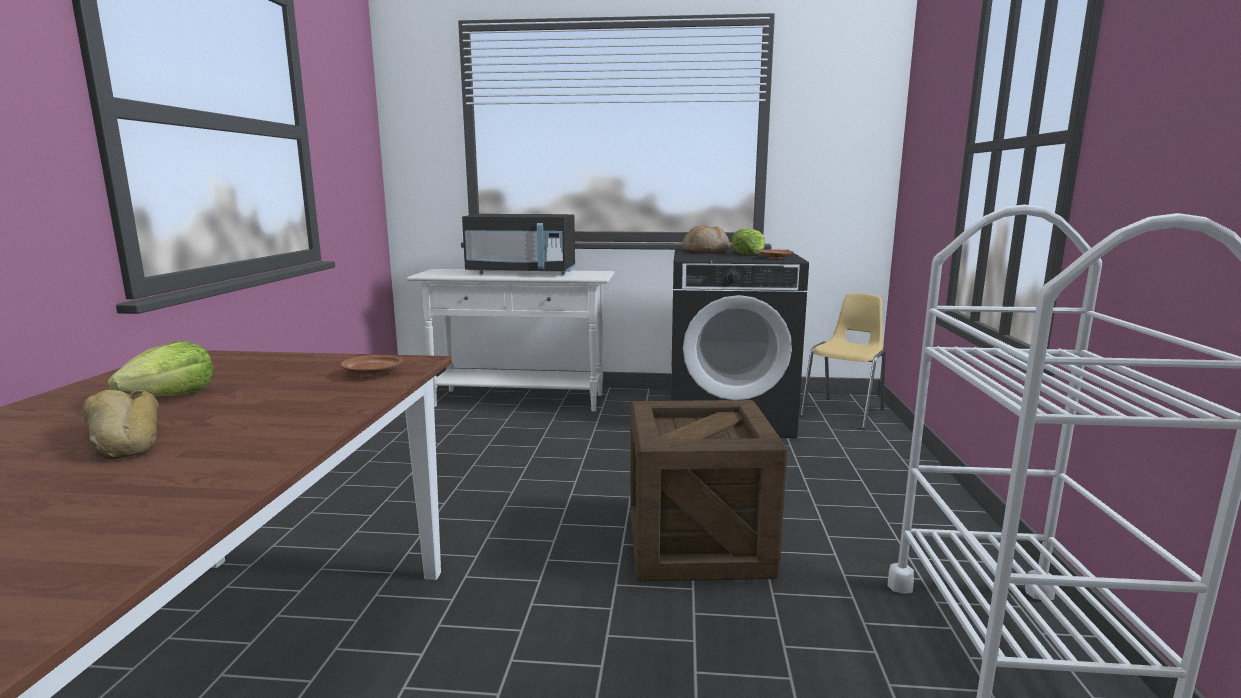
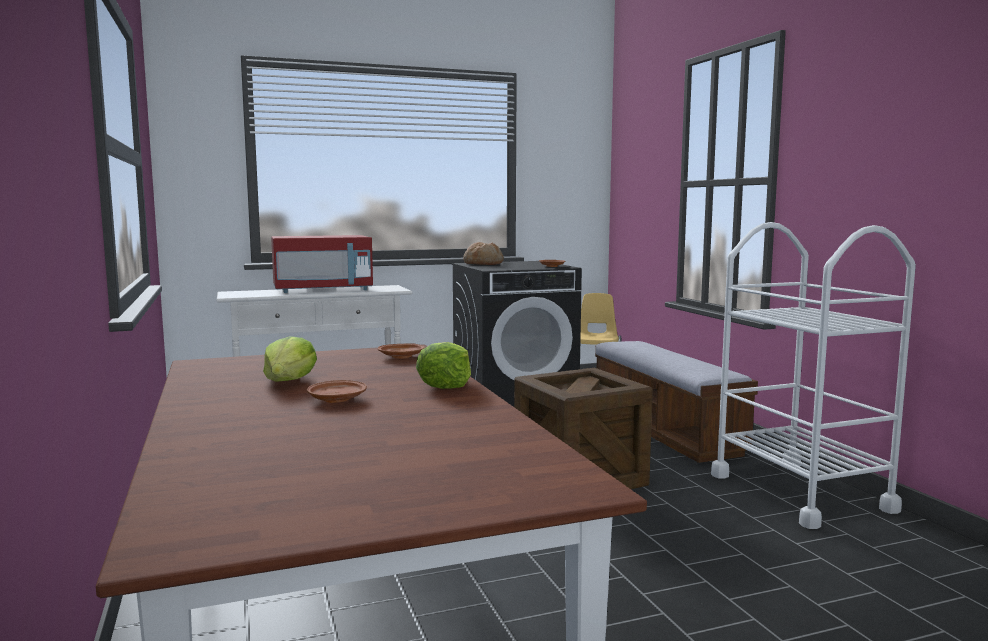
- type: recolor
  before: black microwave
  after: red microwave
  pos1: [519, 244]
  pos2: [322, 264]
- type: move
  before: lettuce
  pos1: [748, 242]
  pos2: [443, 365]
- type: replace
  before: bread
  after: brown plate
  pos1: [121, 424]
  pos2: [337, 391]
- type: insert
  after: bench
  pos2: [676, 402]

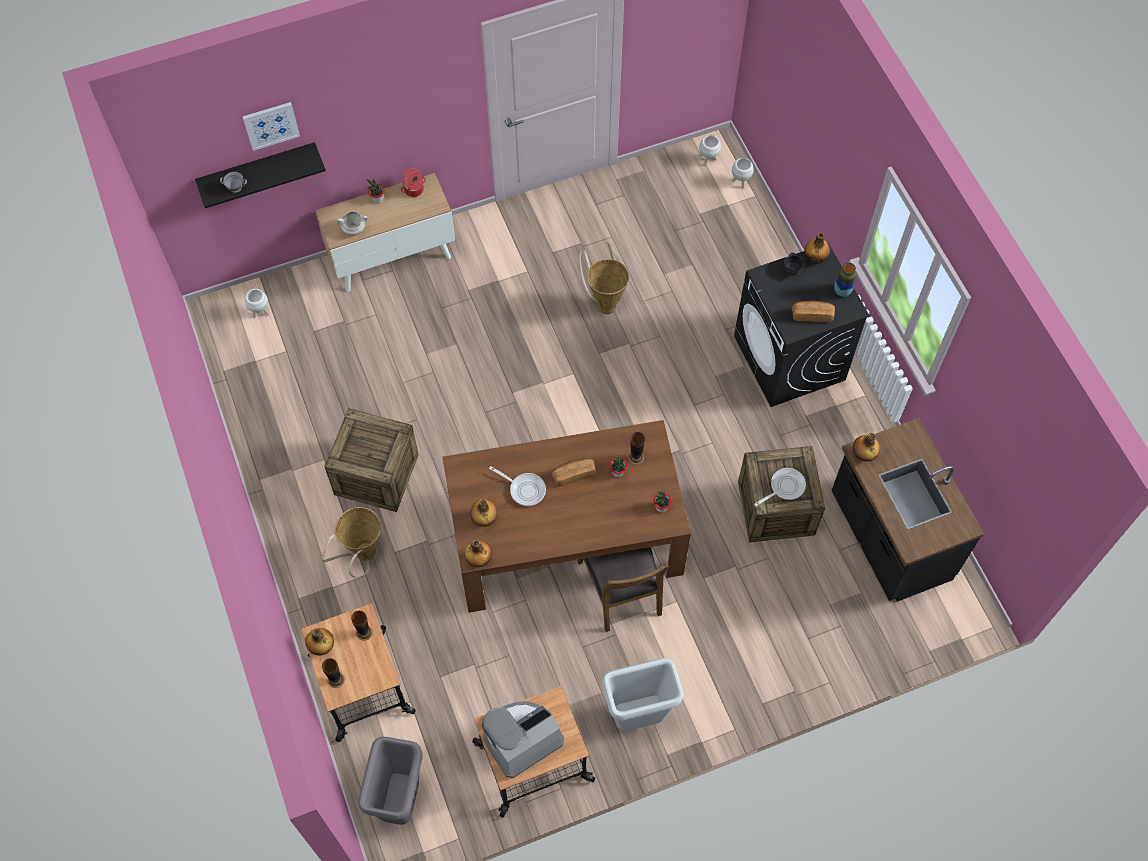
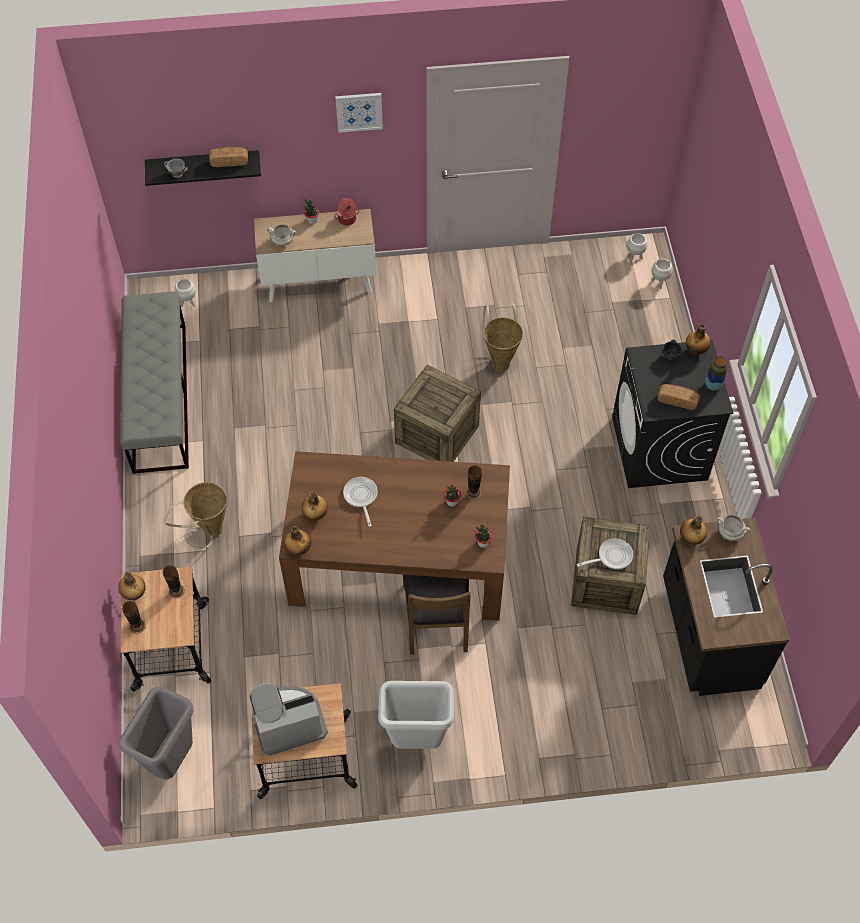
- type: move
  before: picture
  pos1: [271, 126]
  pos2: [359, 113]
- type: move
  before: crate
  pos1: [371, 460]
  pos2: [437, 413]
- type: move
  before: bread
  pos1: [574, 472]
  pos2: [228, 157]
- type: rotate
  before: frying pan
  pos1: [517, 486]
  pos2: [360, 502]
  turn: -150
- type: insert
  after: grey bench
  pos2: [154, 382]
- type: insert
  after: white cooking pot
  pos2: [733, 528]

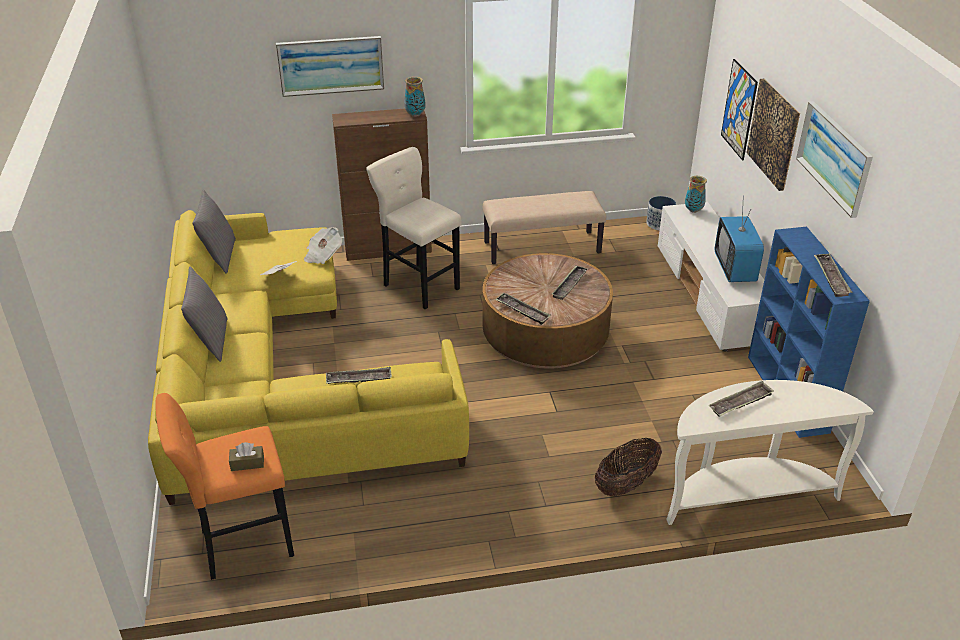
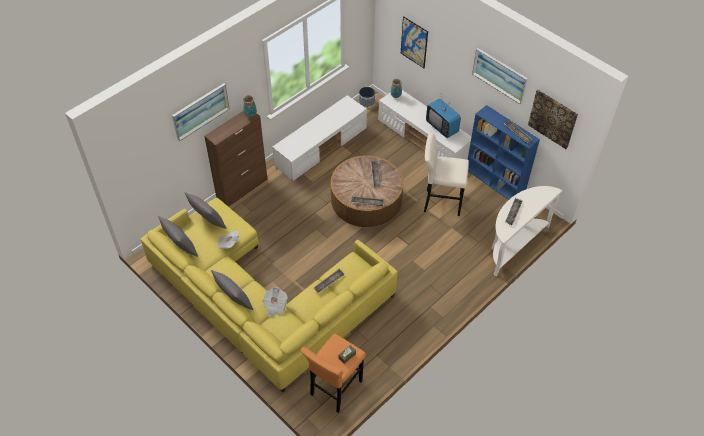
- type: move
  before: picture
  pos1: [773, 135]
  pos2: [553, 119]
- type: move
  before: beige stool
  pos1: [414, 228]
  pos2: [446, 174]
- type: replace
  before: beige bench
  after: white tv stand
  pos1: [544, 227]
  pos2: [319, 138]
- type: move
  before: newspaper
  pos1: [323, 245]
  pos2: [275, 302]
- type: delete
  before: basket
  pos1: [628, 467]
- type: insert
  after: grey pillow
  pos2: [205, 210]

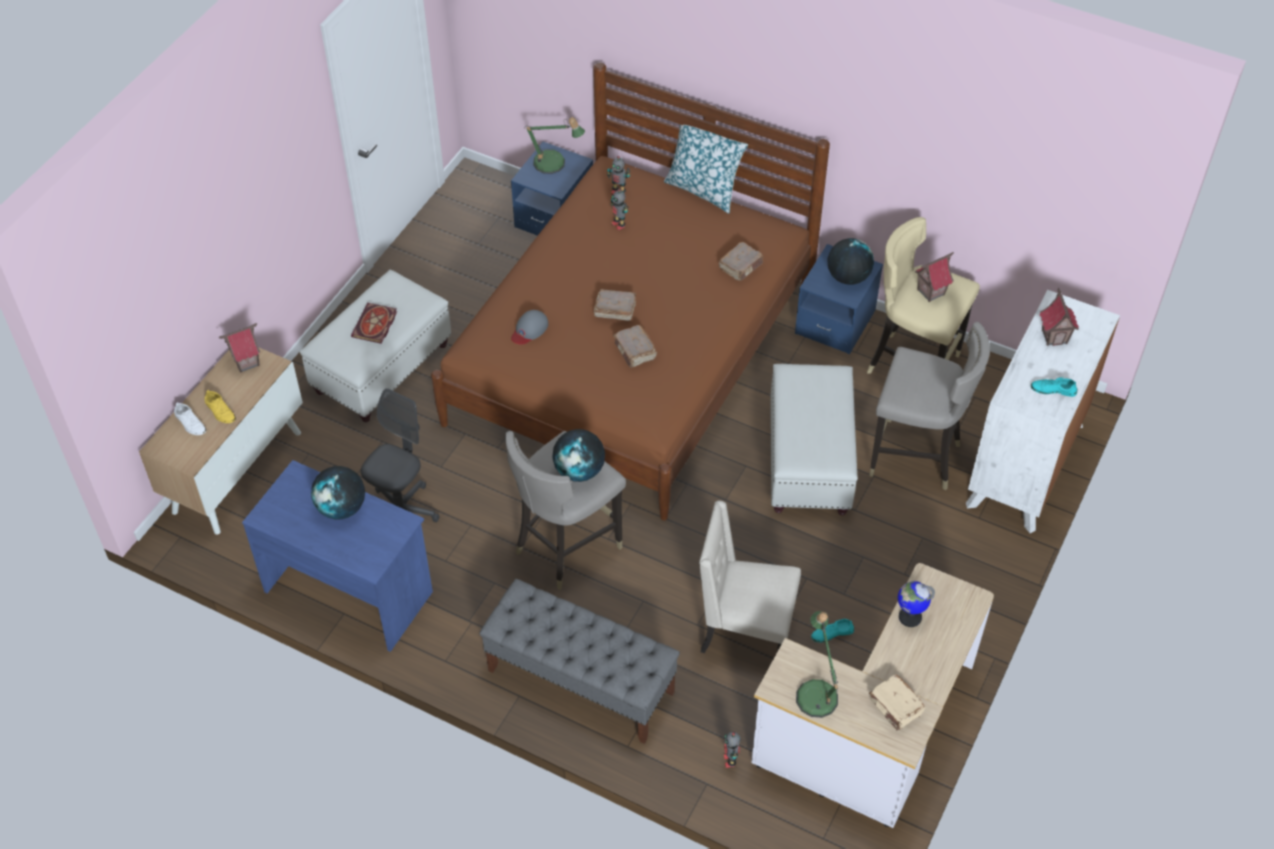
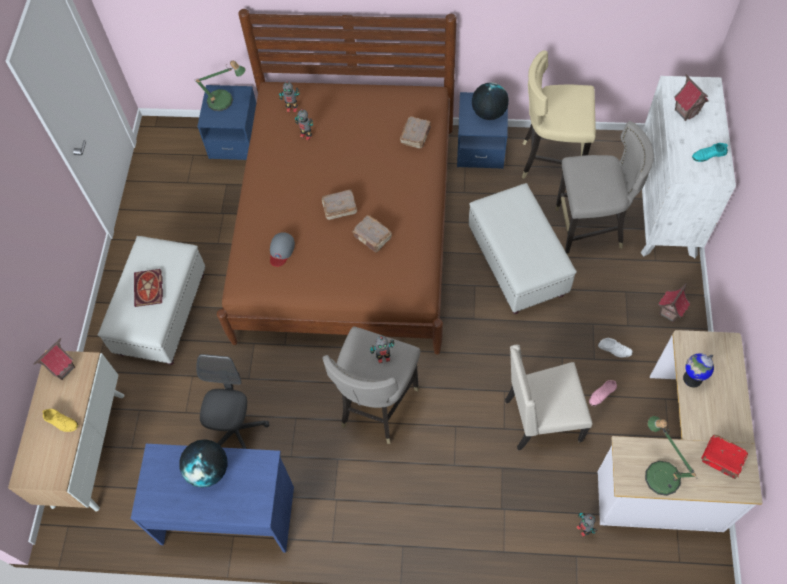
- type: delete
  before: pillow
  pos1: [706, 169]
- type: move
  before: toy house
  pos1: [934, 277]
  pos2: [674, 302]
- type: move
  before: white shoe
  pos1: [190, 418]
  pos2: [615, 348]
- type: replace
  before: globe
  after: toy robot
  pos1: [579, 455]
  pos2: [382, 349]
- type: delete
  before: grey bench
  pos1: [579, 661]
- type: recolor
  before: turquoise shoe
  after: pink shoe
  pos1: [832, 630]
  pos2: [603, 393]
- type: recolor
  before: beige book
  after: red book
  pos1: [897, 702]
  pos2: [724, 457]

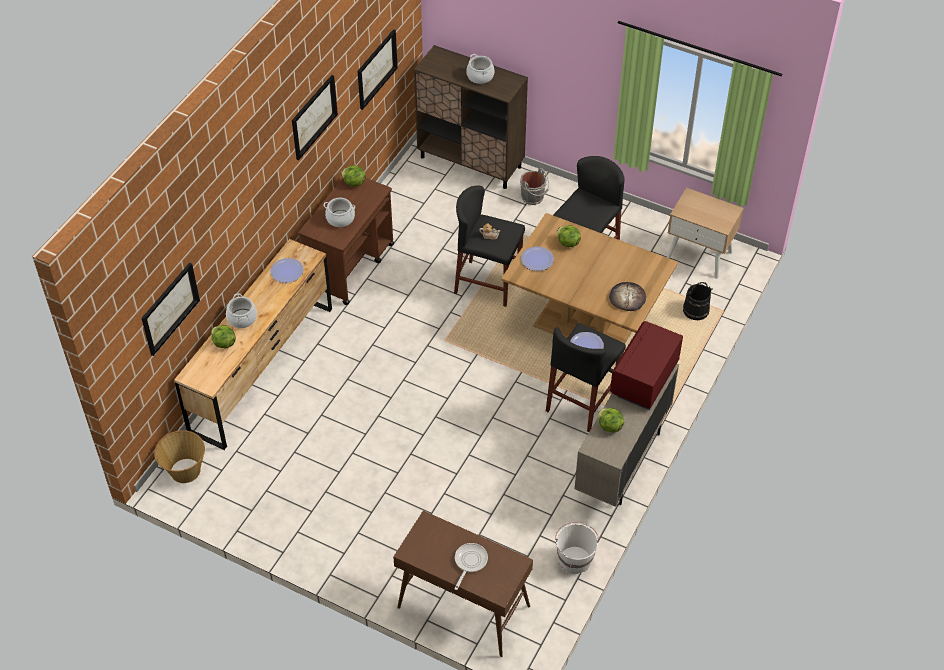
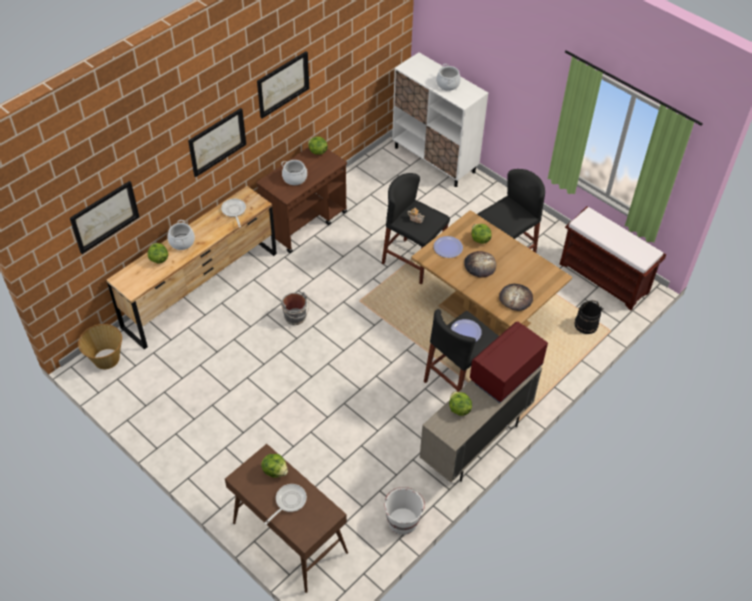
- type: move
  before: picture
  pos1: [378, 69]
  pos2: [217, 142]
- type: recolor
  before: brown cabinet
  after: white cabinet
  pos1: [471, 117]
  pos2: [440, 119]
- type: move
  before: grey bucket
  pos1: [534, 186]
  pos2: [295, 308]
- type: replace
  before: beige nightstand
  after: brown bench
  pos1: [705, 233]
  pos2: [613, 258]
- type: replace
  before: plate
  after: frying pan
  pos1: [287, 270]
  pos2: [233, 213]
- type: insert
  after: bread
  pos2: [480, 264]
- type: insert
  after: lettuce
  pos2: [274, 466]

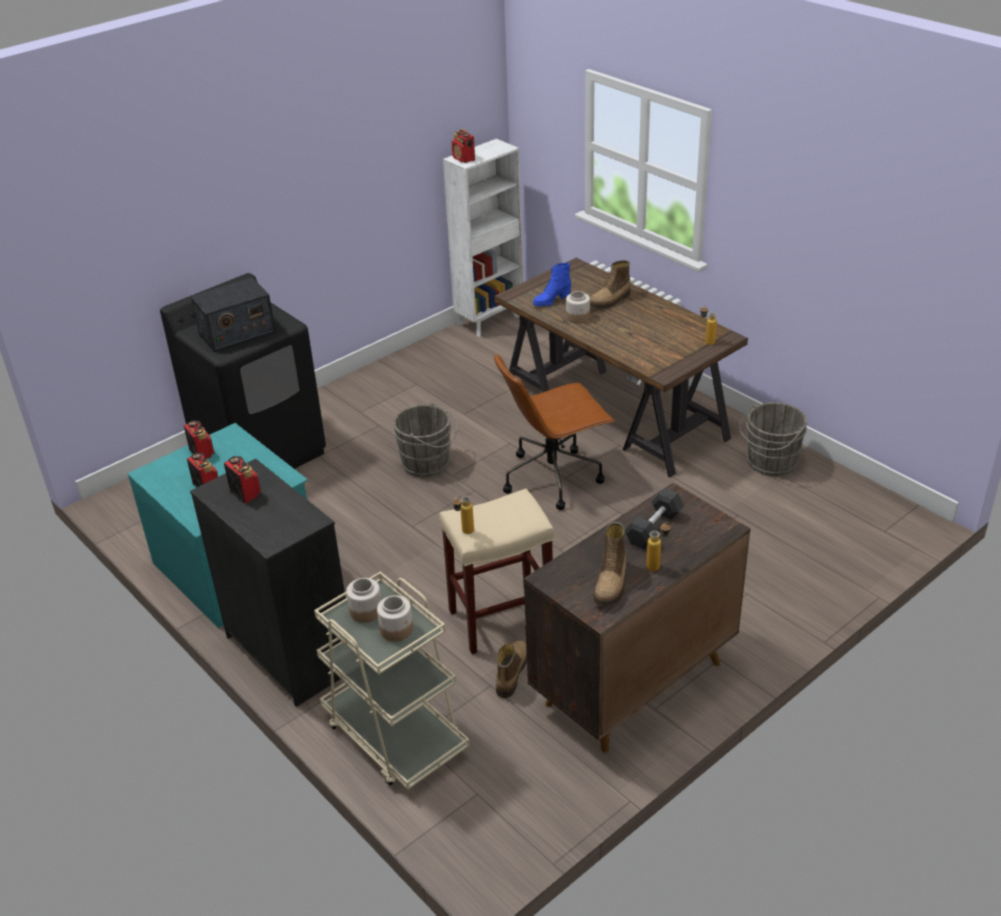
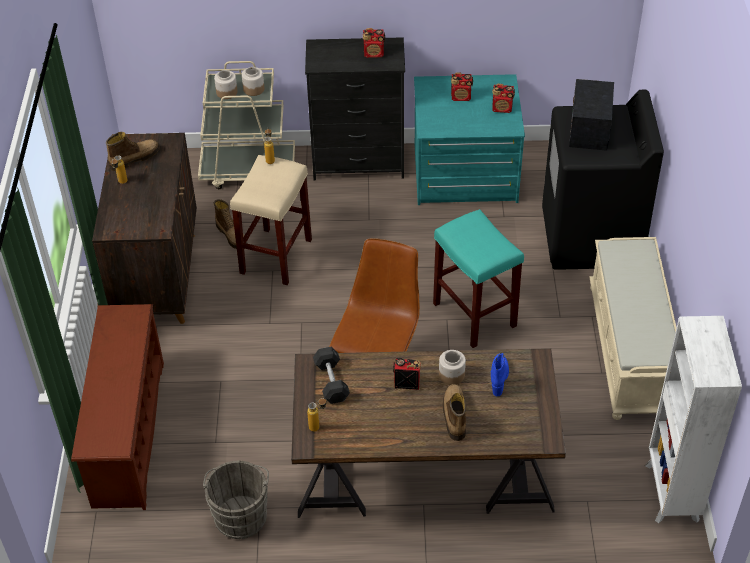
- type: move
  before: radio
  pos1: [463, 146]
  pos2: [407, 373]
- type: replace
  before: grey bucket
  after: turquoise stool
  pos1: [425, 440]
  pos2: [478, 278]
- type: move
  before: grey dumbbell
  pos1: [654, 518]
  pos2: [331, 375]
- type: rotate
  before: boot
  pos1: [609, 564]
  pos2: [133, 151]
  turn: 90
- type: insert
  after: beige bench
  pos2: [633, 328]
- type: insert
  after: brown shoe rack
  pos2: [117, 407]

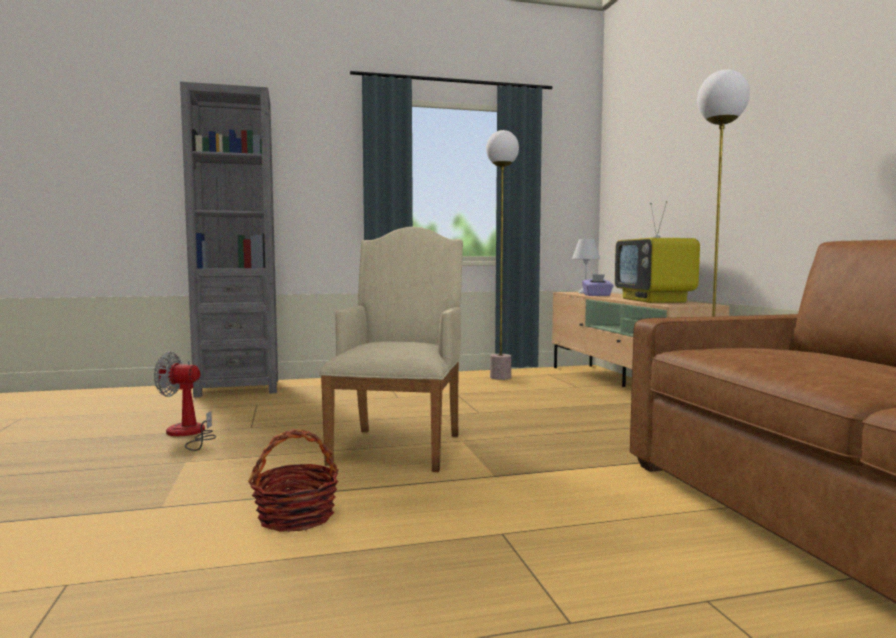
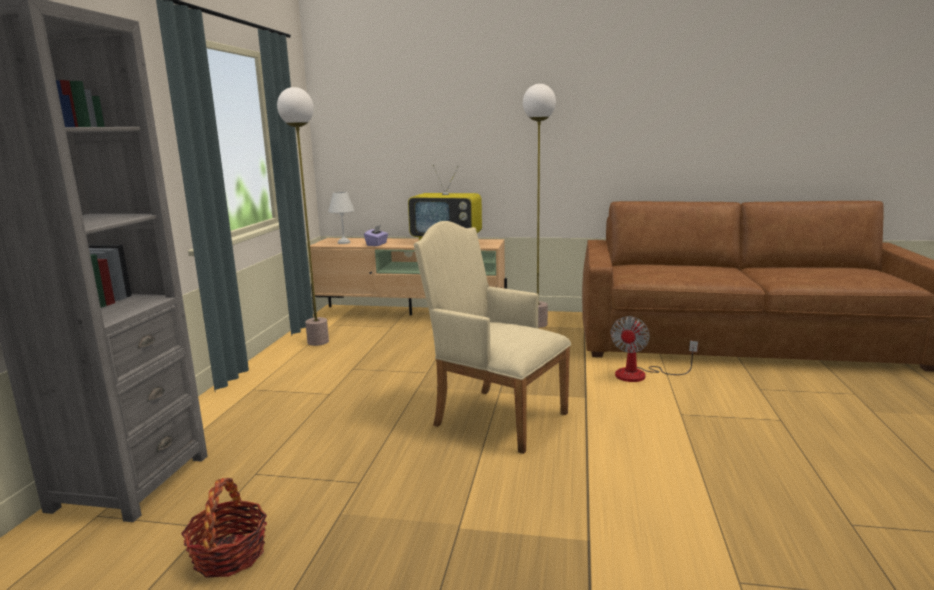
- type: move
  before: fan
  pos1: [185, 401]
  pos2: [654, 349]
- type: move
  before: basket
  pos1: [293, 480]
  pos2: [224, 528]

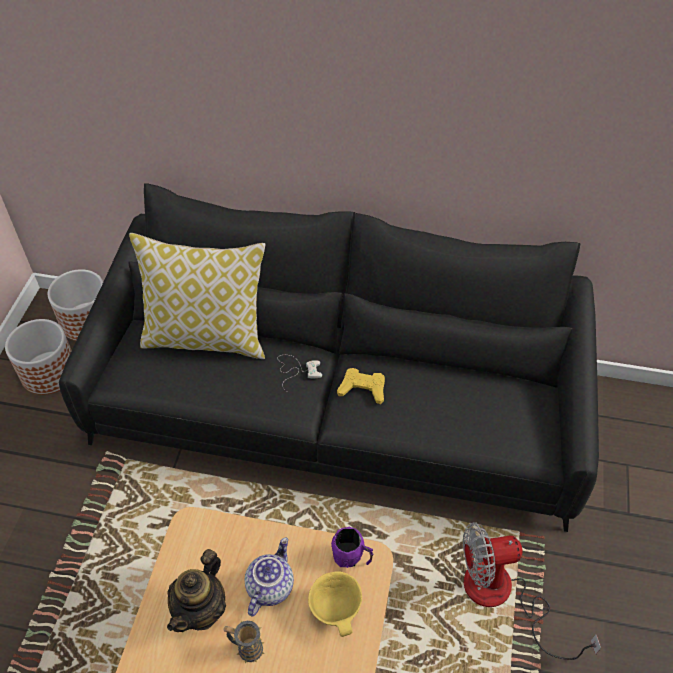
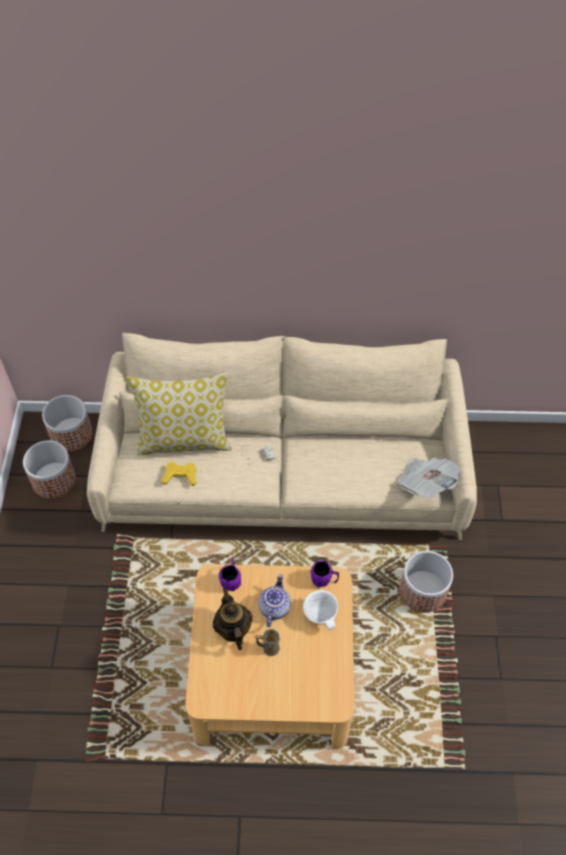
- type: recolor
  before: black sofa
  after: beige sofa
  pos1: [329, 357]
  pos2: [282, 436]
- type: move
  before: yellow game controller
  pos1: [361, 386]
  pos2: [179, 474]
- type: replace
  before: fan
  after: planter
  pos1: [532, 591]
  pos2: [426, 582]
- type: rotate
  before: teapot
  pos1: [196, 590]
  pos2: [233, 619]
  turn: 150
- type: recolor
  before: yellow bowl
  after: white bowl
  pos1: [335, 604]
  pos2: [320, 610]
- type: insert
  after: newspaper
  pos2: [428, 478]
- type: insert
  after: purple mug
  pos2: [230, 574]

